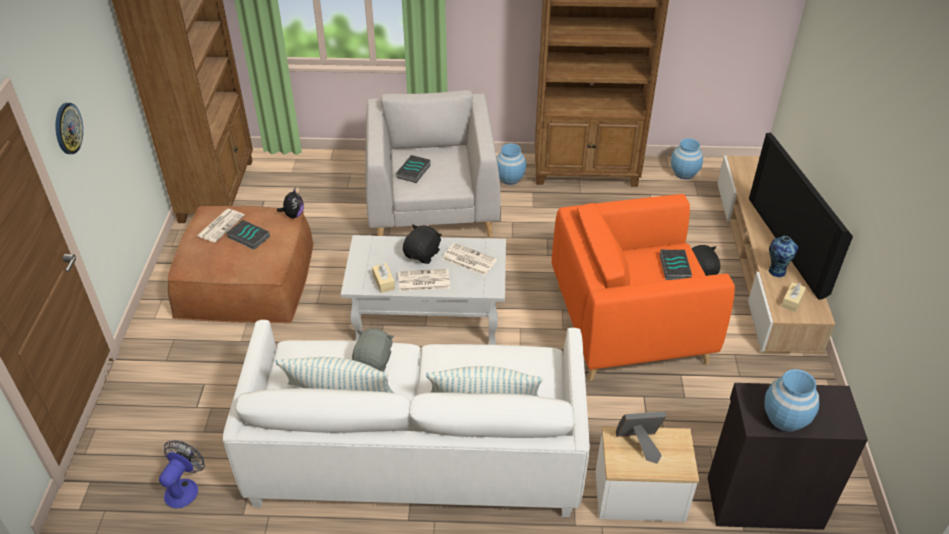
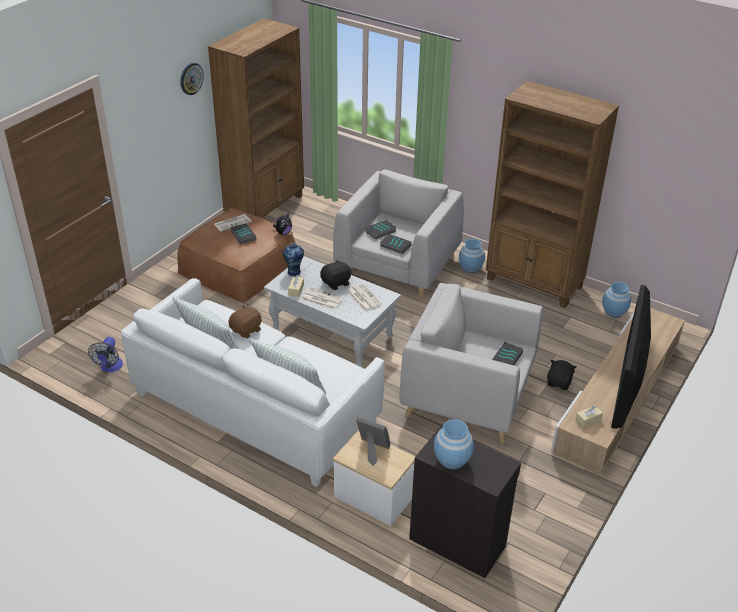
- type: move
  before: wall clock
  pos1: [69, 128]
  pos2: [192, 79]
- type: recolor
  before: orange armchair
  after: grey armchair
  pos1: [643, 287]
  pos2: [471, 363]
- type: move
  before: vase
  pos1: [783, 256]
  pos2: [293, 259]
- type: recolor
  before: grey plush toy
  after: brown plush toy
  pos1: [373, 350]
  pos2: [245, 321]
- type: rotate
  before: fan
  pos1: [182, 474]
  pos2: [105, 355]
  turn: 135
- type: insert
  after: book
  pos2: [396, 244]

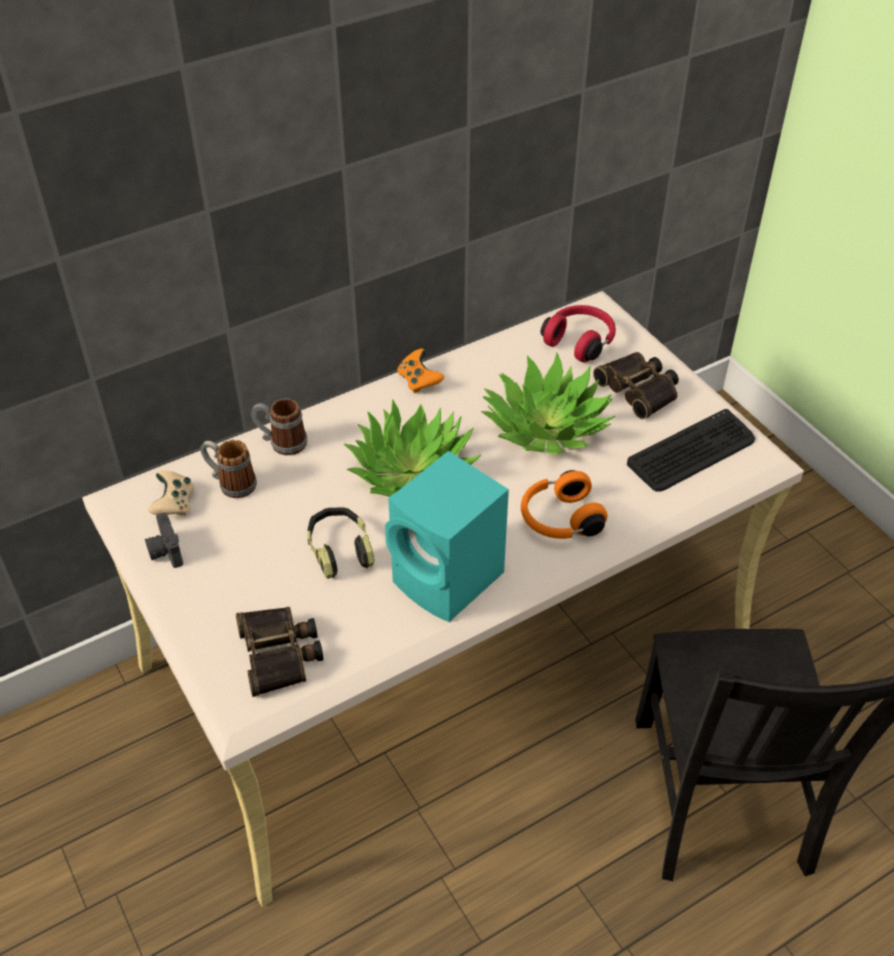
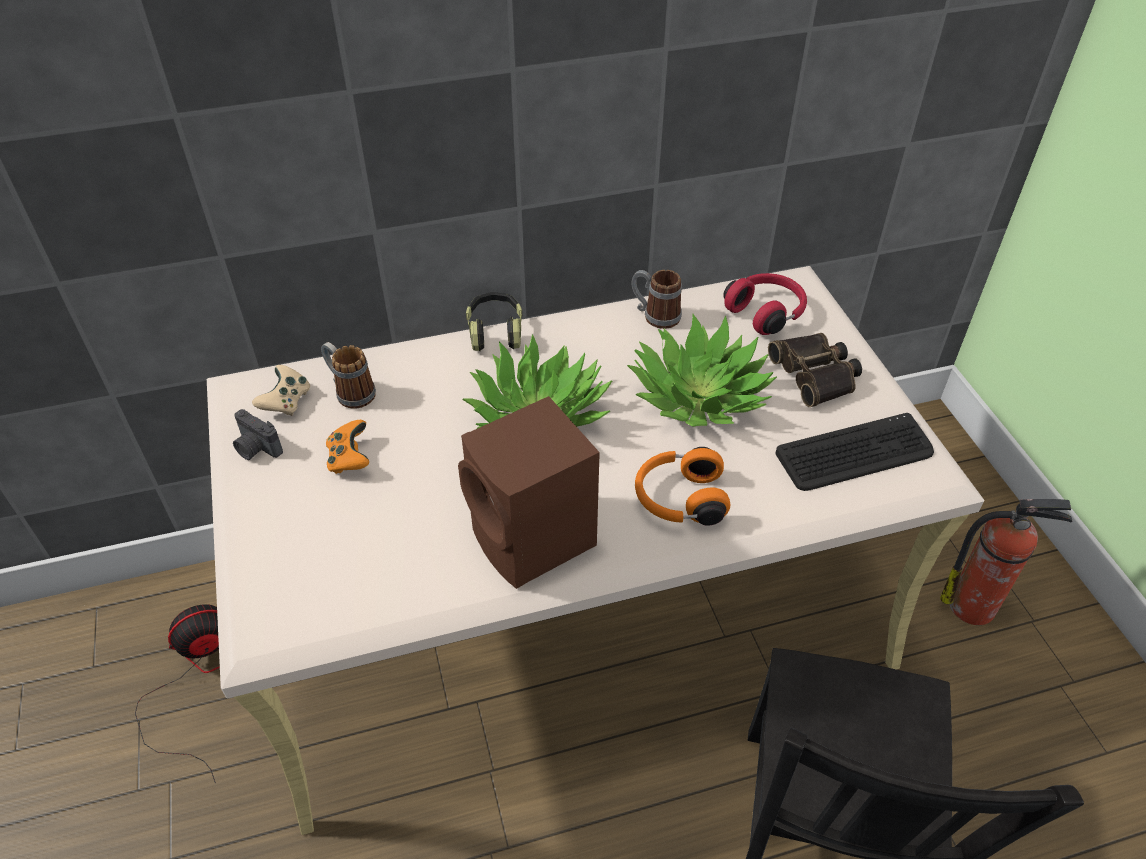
- type: move
  before: orange game controller
  pos1: [421, 371]
  pos2: [347, 447]
- type: move
  before: mug
  pos1: [279, 426]
  pos2: [656, 299]
- type: recolor
  before: turquoise speaker
  after: brown speaker
  pos1: [447, 536]
  pos2: [529, 492]
- type: move
  before: headphones
  pos1: [341, 543]
  pos2: [494, 321]
- type: rotate
  before: photo camera
  pos1: [164, 540]
  pos2: [258, 434]
  turn: -45
- type: delete
  before: binoculars
  pos1: [279, 652]
- type: insert
  after: fire extinguisher
  pos2: [1006, 562]
- type: insert
  after: fan
  pos2: [177, 694]

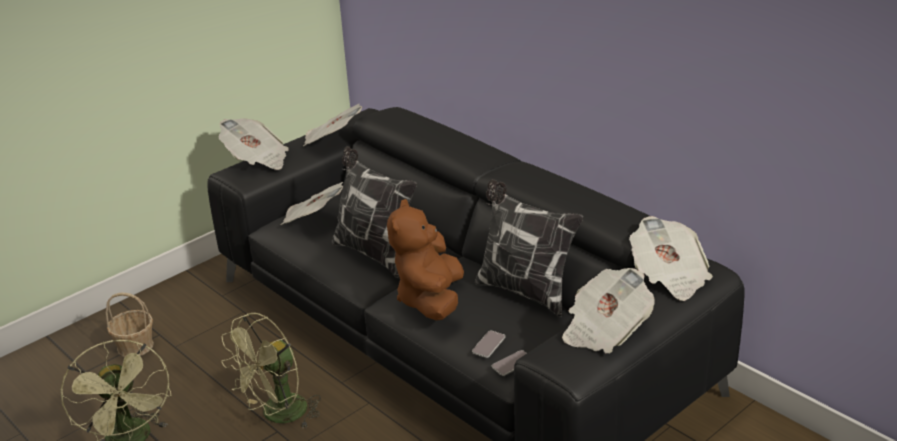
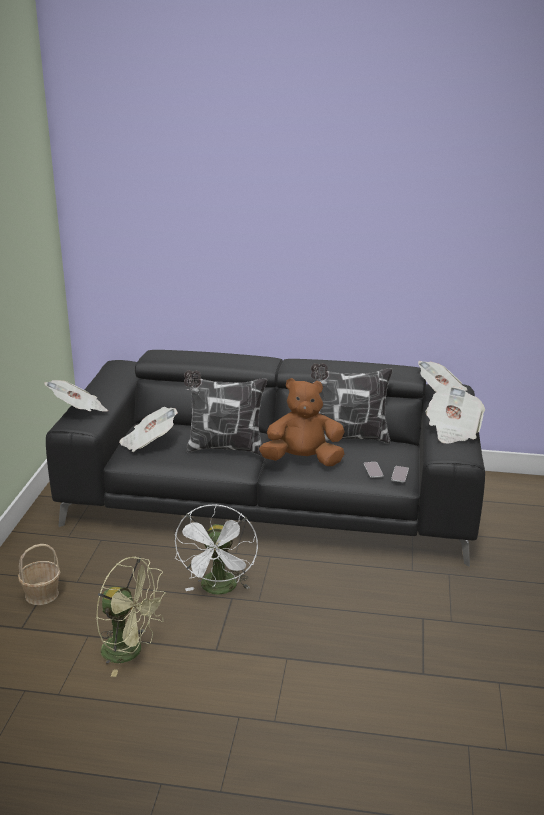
- type: delete
  before: newspaper
  pos1: [332, 125]
- type: rotate
  before: brown plush toy
  pos1: [425, 260]
  pos2: [301, 422]
  turn: 120
- type: recolor
  before: green fan
  after: white fan
  pos1: [271, 370]
  pos2: [216, 549]

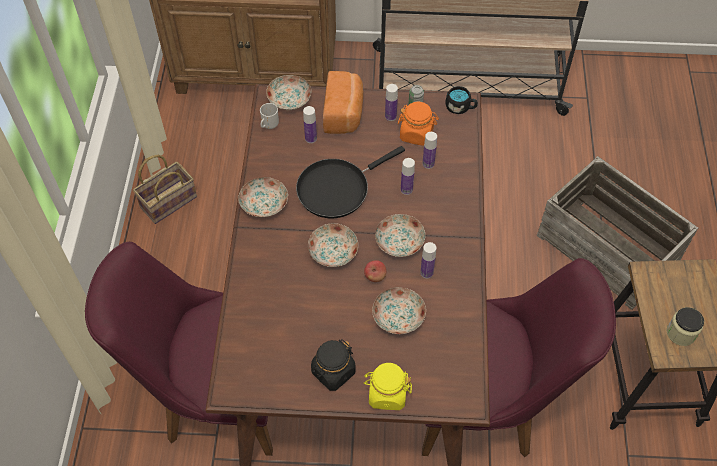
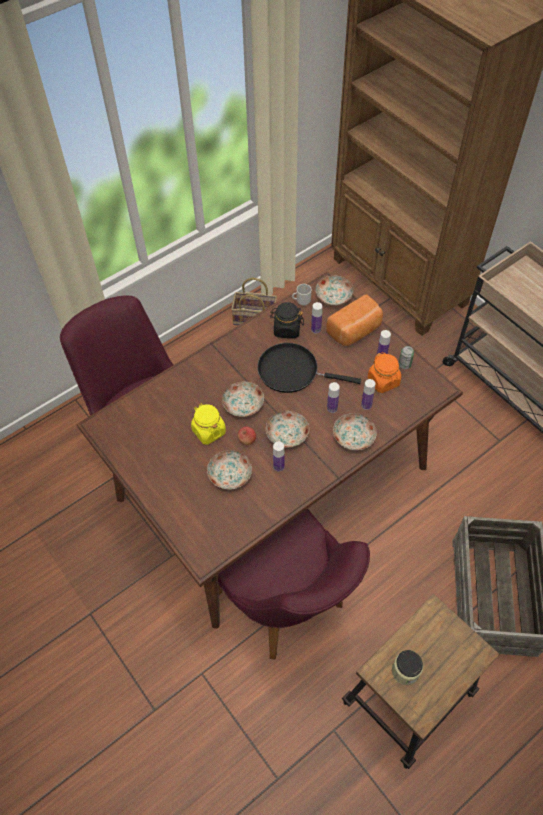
- type: delete
  before: black mug
  pos1: [461, 100]
- type: move
  before: plate
  pos1: [263, 197]
  pos2: [355, 431]
- type: move
  before: black jar
  pos1: [333, 365]
  pos2: [287, 320]
- type: move
  before: yellow jar
  pos1: [388, 386]
  pos2: [208, 424]

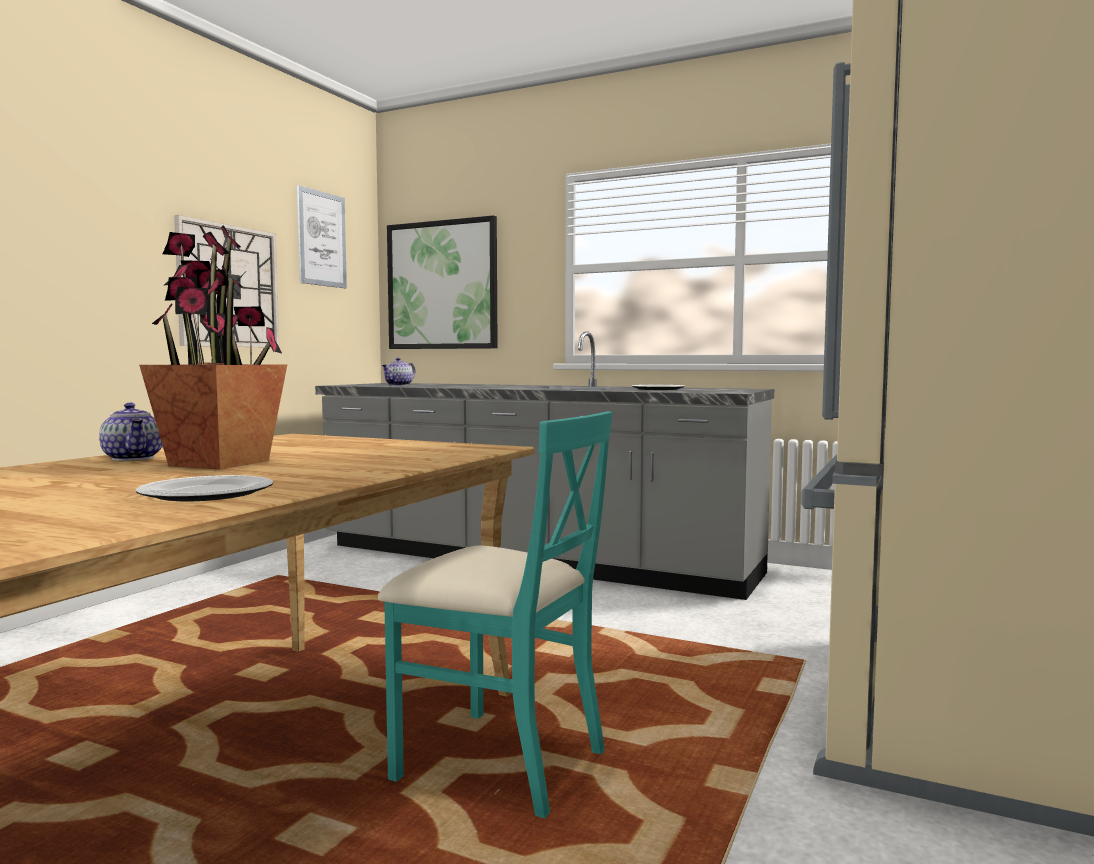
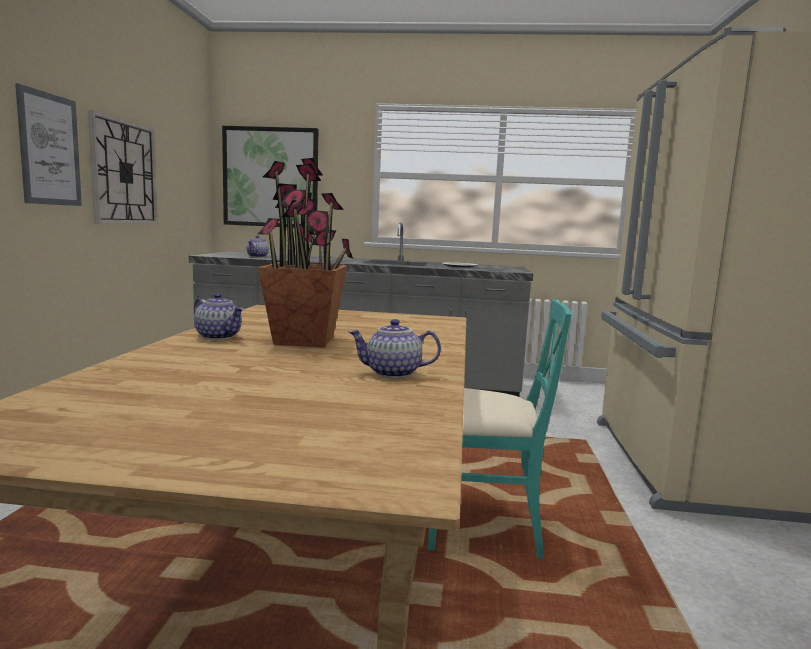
- type: move
  before: picture
  pos1: [322, 236]
  pos2: [48, 144]
- type: replace
  before: plate
  after: teapot
  pos1: [205, 488]
  pos2: [394, 348]

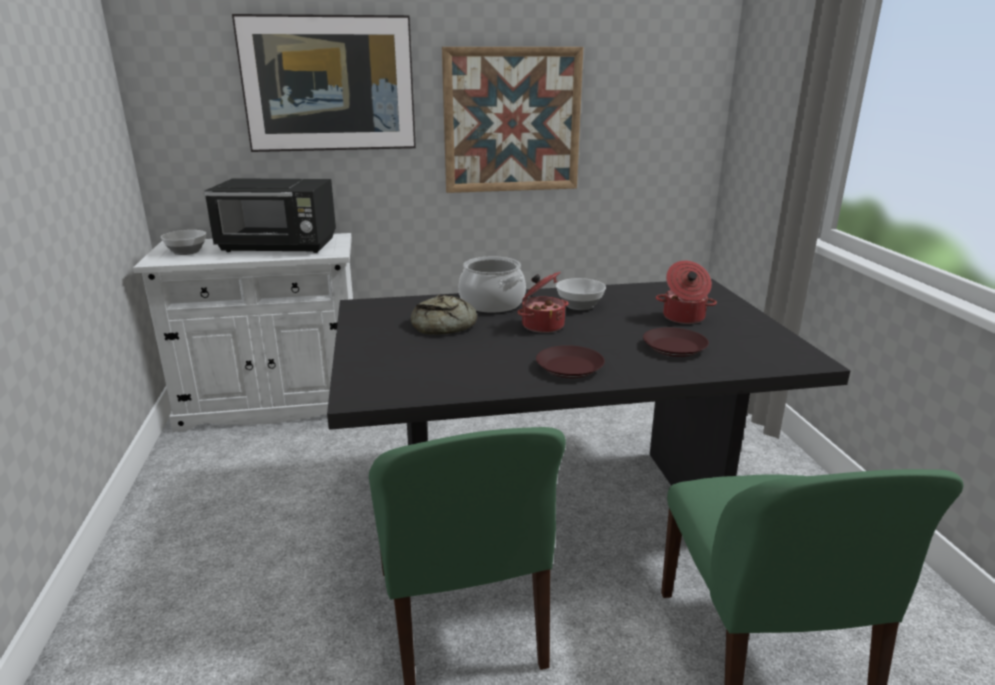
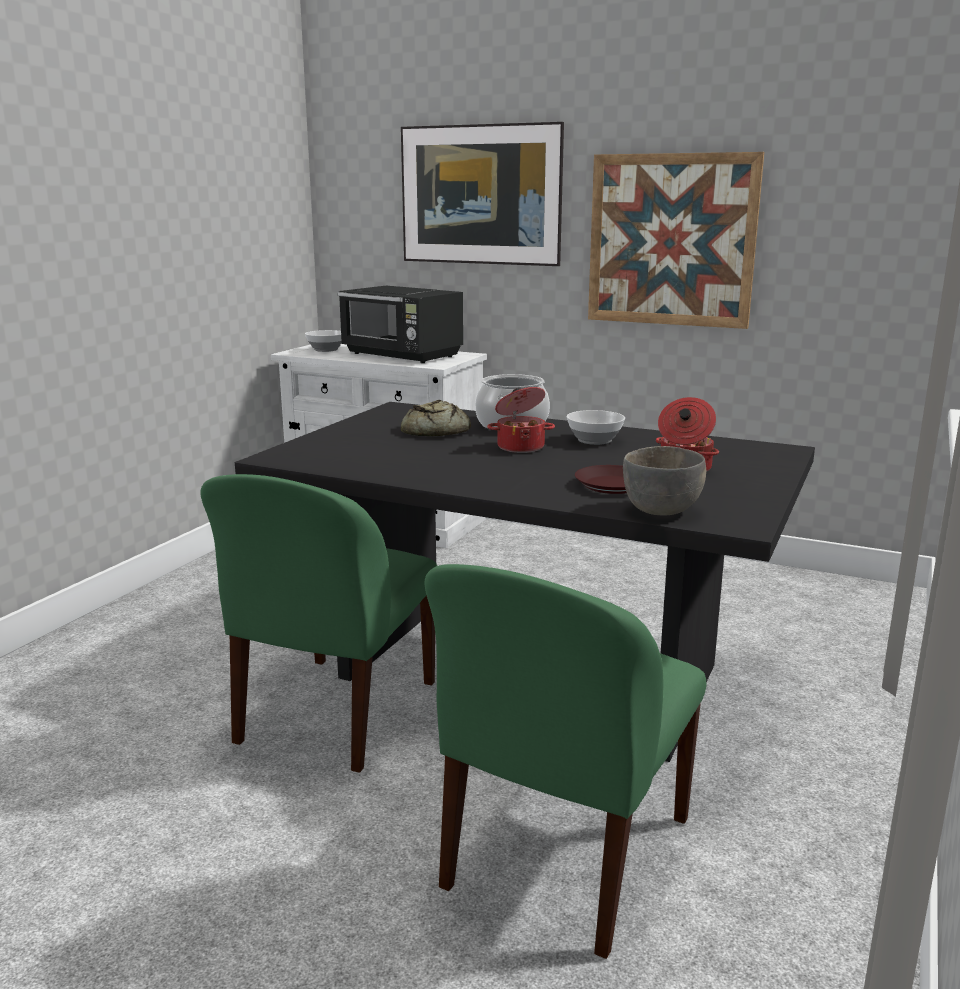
- type: delete
  before: brown plate
  pos1: [570, 361]
- type: insert
  after: grey bowl
  pos2: [664, 480]

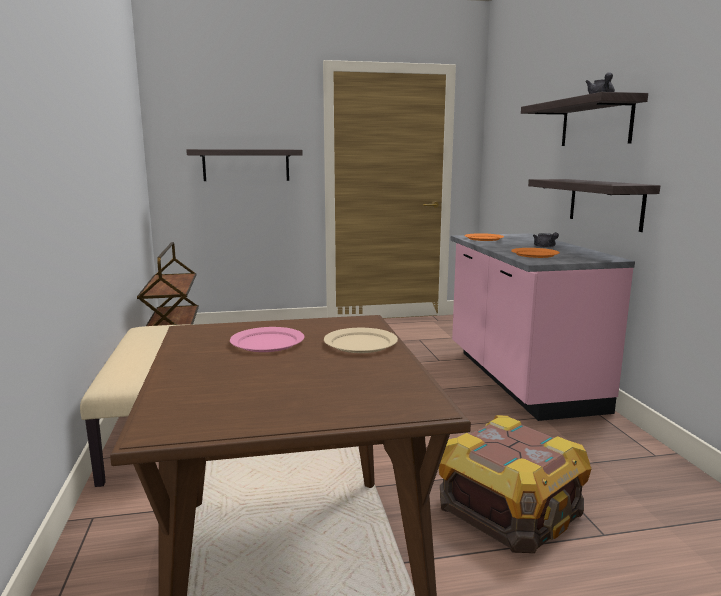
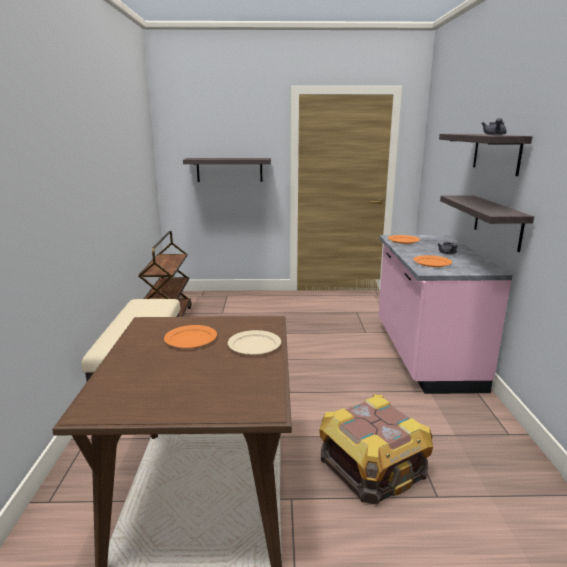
- type: recolor
  before: pink plate
  after: orange plate
  pos1: [267, 339]
  pos2: [190, 336]

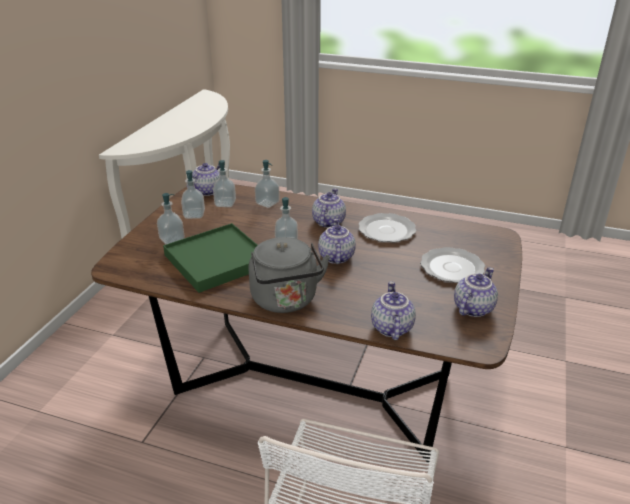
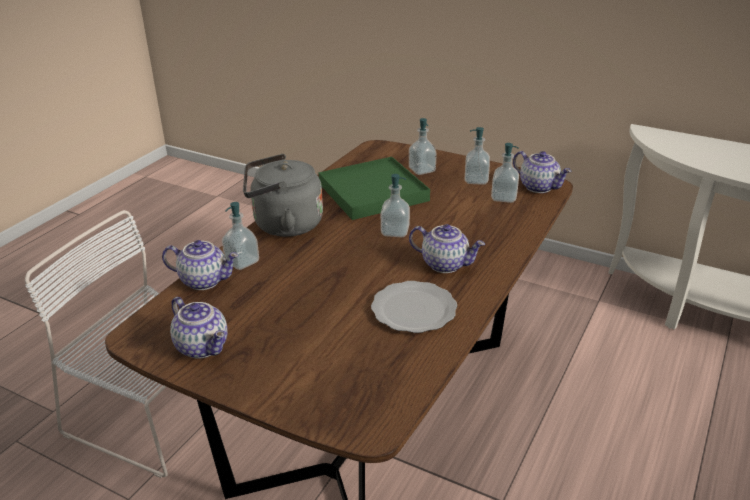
- type: move
  before: soap dispenser
  pos1: [267, 184]
  pos2: [240, 236]
- type: delete
  before: teapot
  pos1: [337, 241]
- type: delete
  before: plate
  pos1: [452, 265]

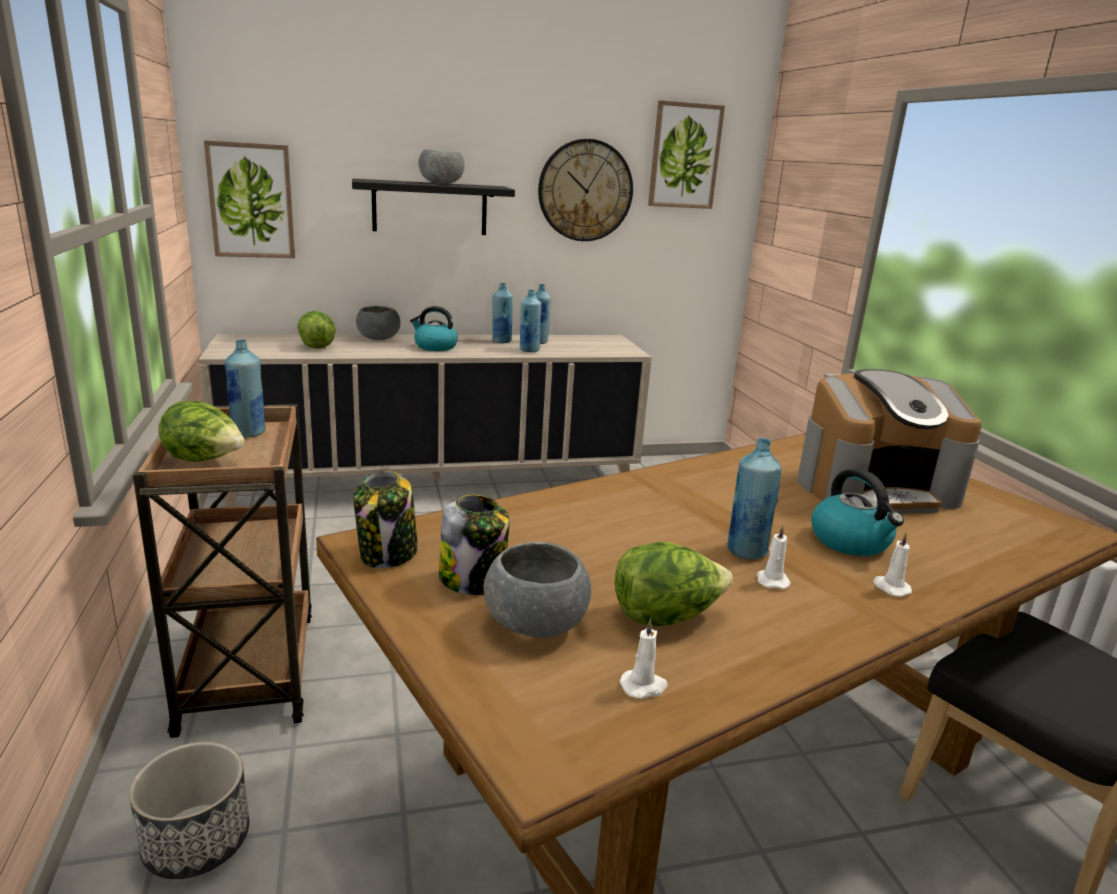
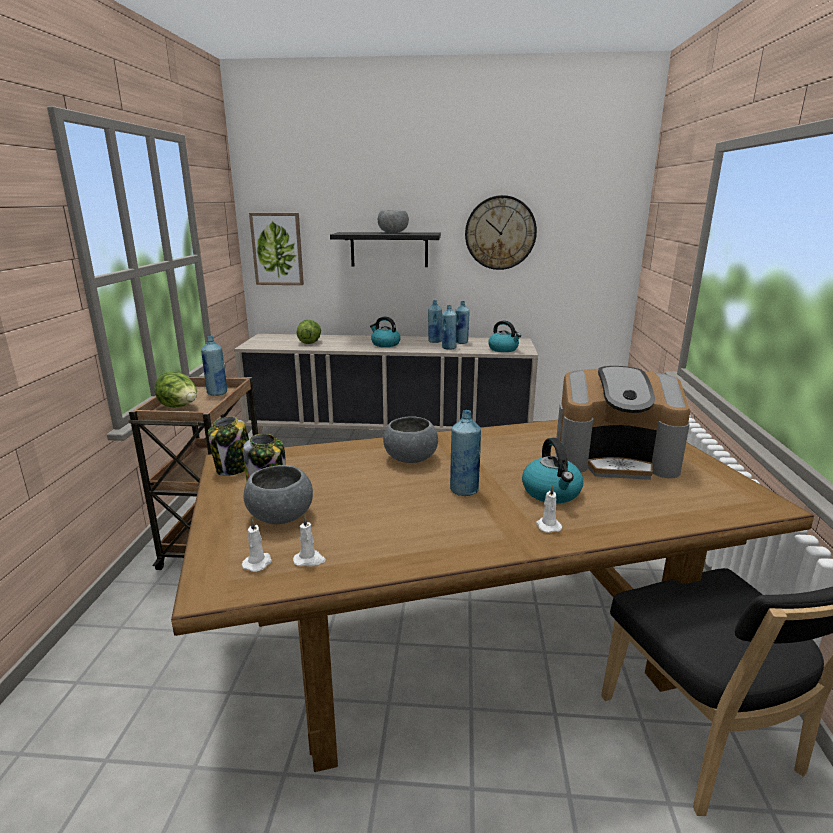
- type: delete
  before: picture
  pos1: [686, 154]
- type: move
  before: grey bowl
  pos1: [378, 323]
  pos2: [410, 439]
- type: move
  before: white candle
  pos1: [774, 557]
  pos2: [257, 545]
- type: delete
  before: lettuce
  pos1: [674, 584]
- type: delete
  before: planter
  pos1: [189, 810]
- type: insert
  after: kettle
  pos2: [504, 336]

